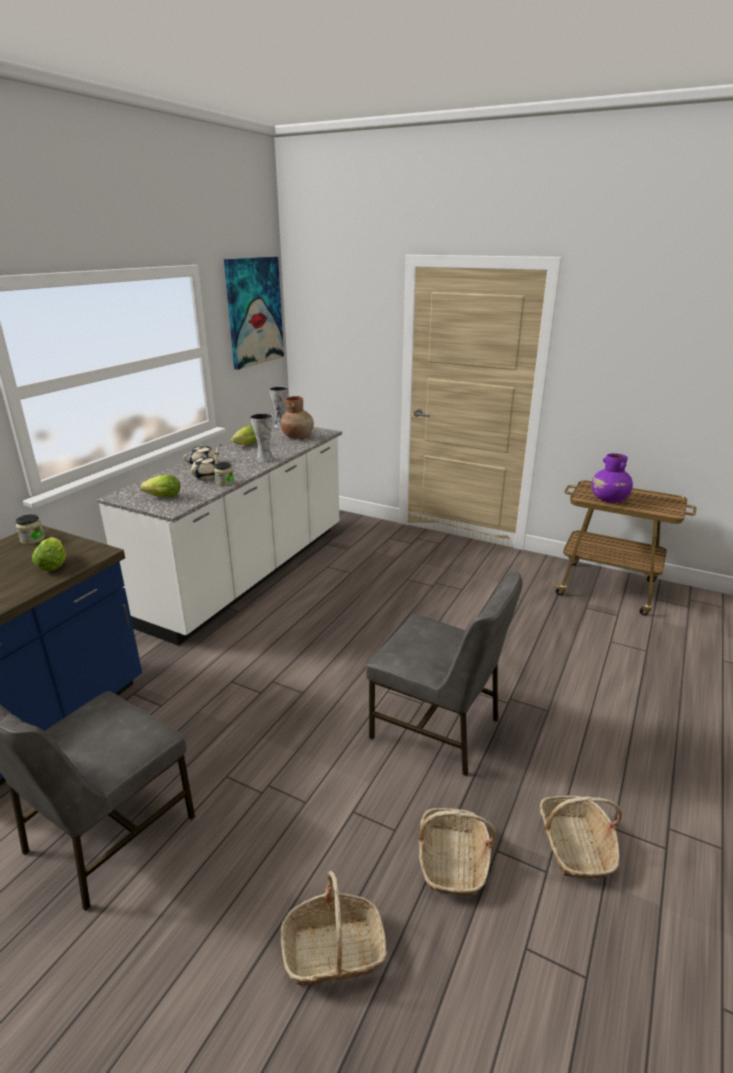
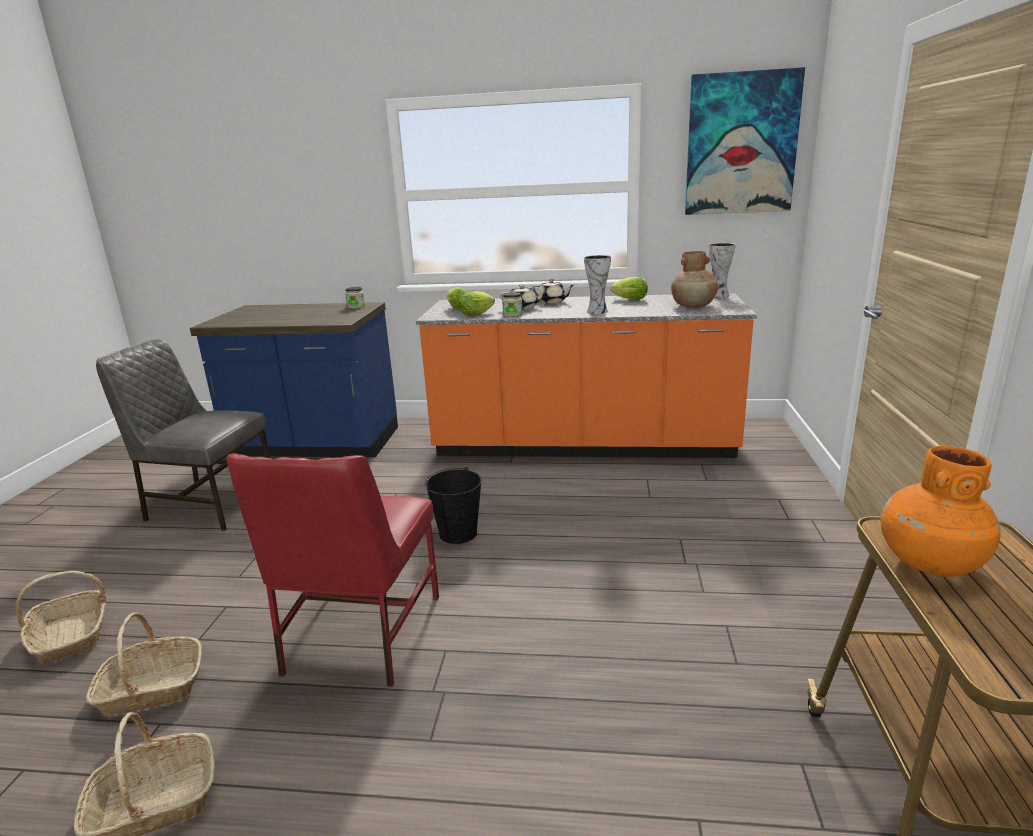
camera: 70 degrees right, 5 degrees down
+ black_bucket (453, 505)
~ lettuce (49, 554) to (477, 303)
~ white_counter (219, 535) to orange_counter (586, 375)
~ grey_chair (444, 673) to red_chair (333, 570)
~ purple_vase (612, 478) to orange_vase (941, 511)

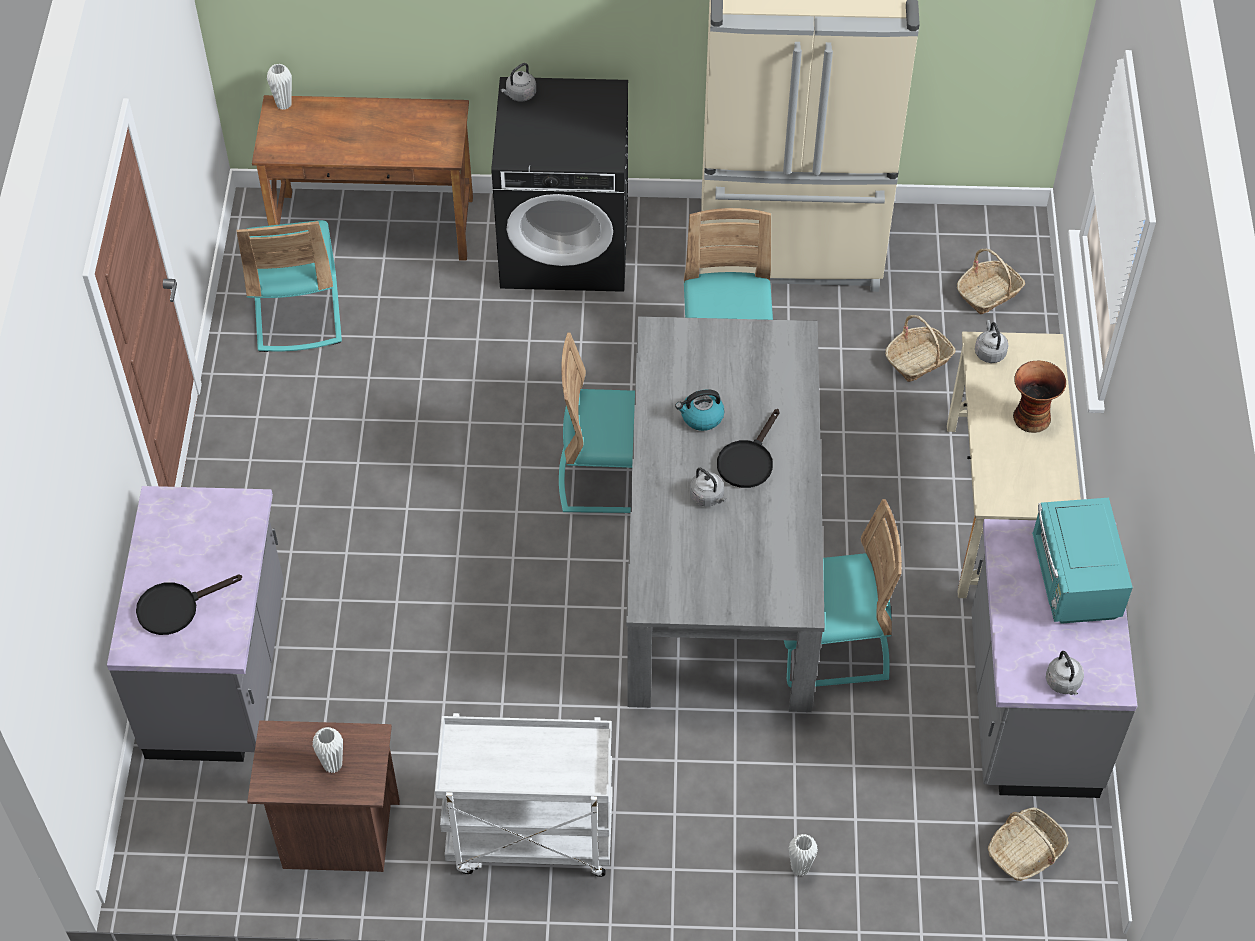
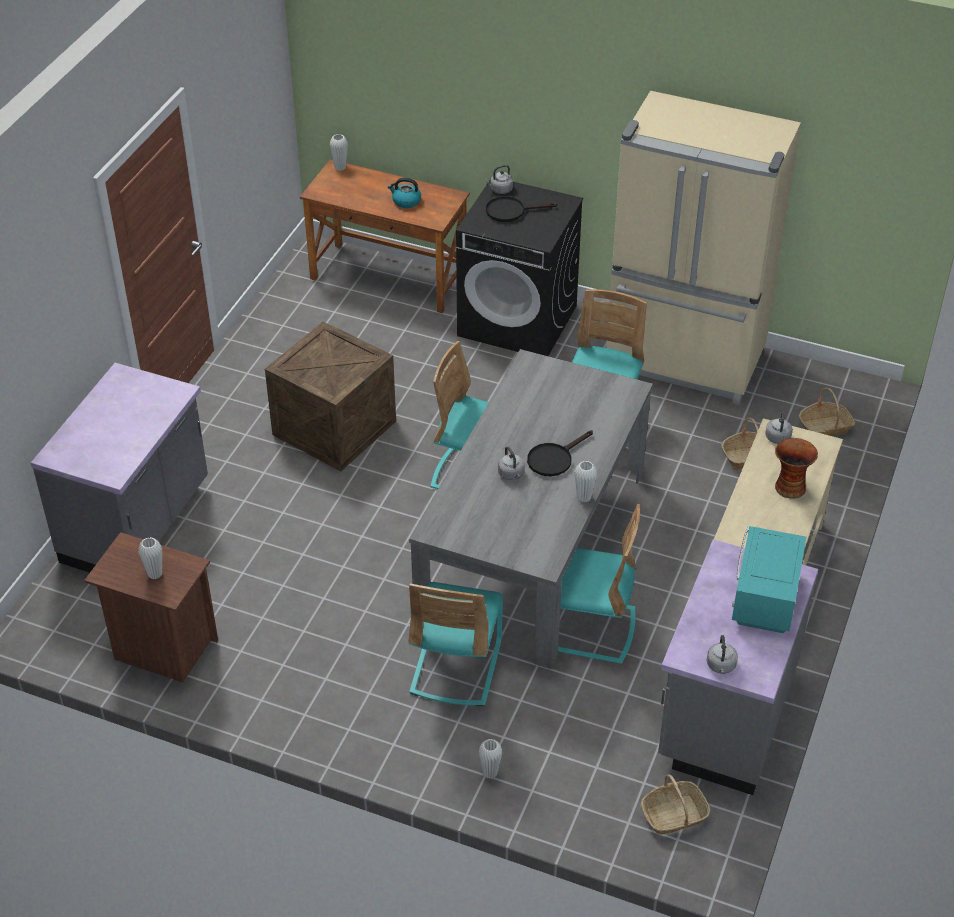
camera: 20 degrees right, 10 degrees down
- white_cart (524, 795)
+ crate (330, 396)
+ white_vase (585, 481)
~ black_frying_pan (189, 604) to (521, 209)
~ turquoise_chair (289, 286) to (455, 644)
~ kettle (699, 410) to (404, 193)

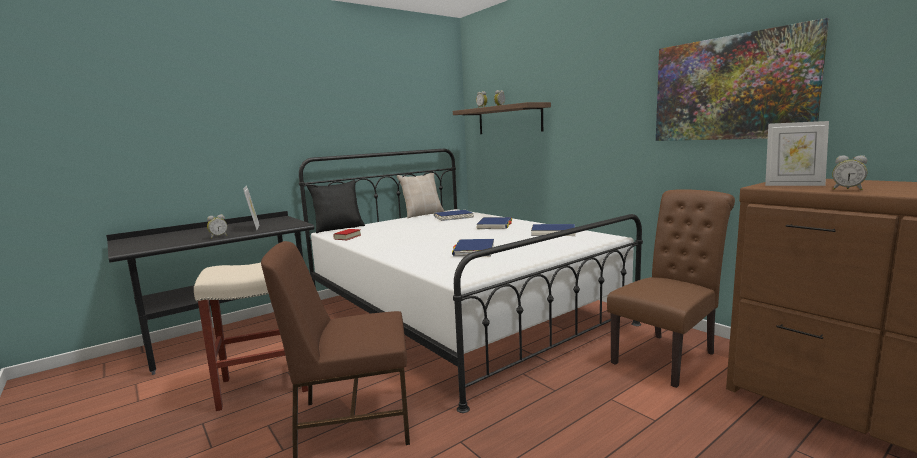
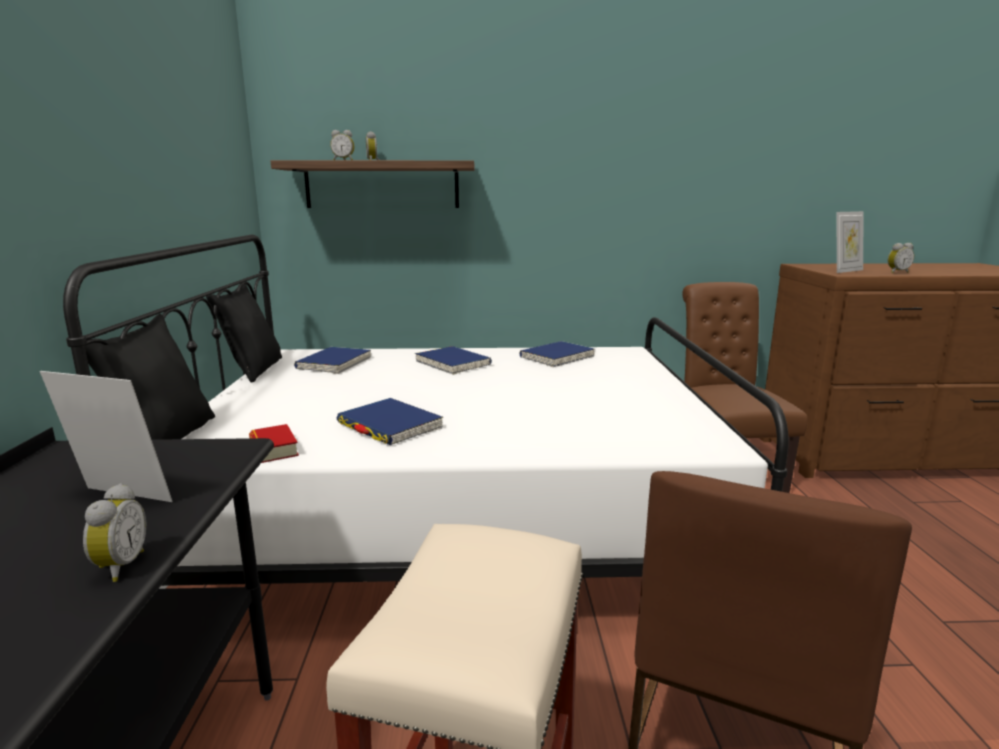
camera: 55 degrees left, 5 degrees up
- picture (742, 79)
~ blue_book (473, 248) to (390, 421)
~ beige_pillow (420, 195) to black_pillow (244, 333)

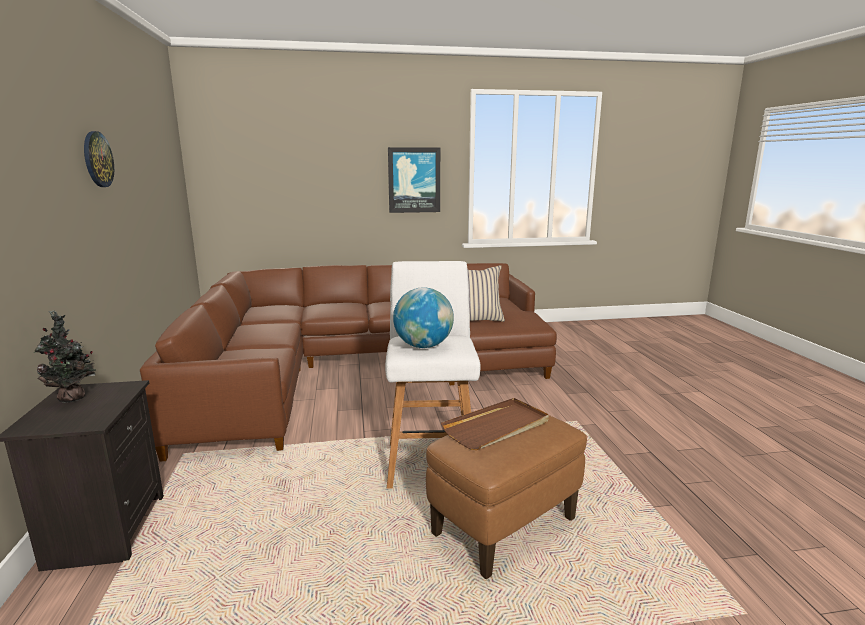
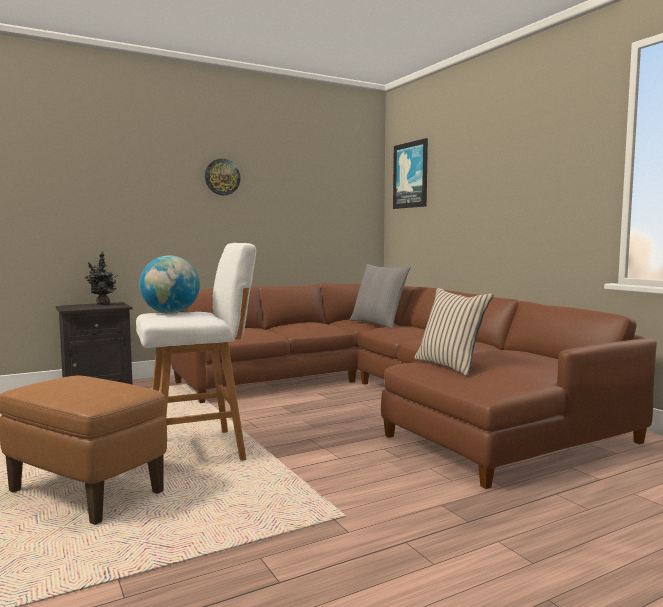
camera: 70 degrees right, 10 degrees down
- brown_tray (495, 424)
+ grey_pillow (380, 296)
~ picture (414, 180) to (410, 173)

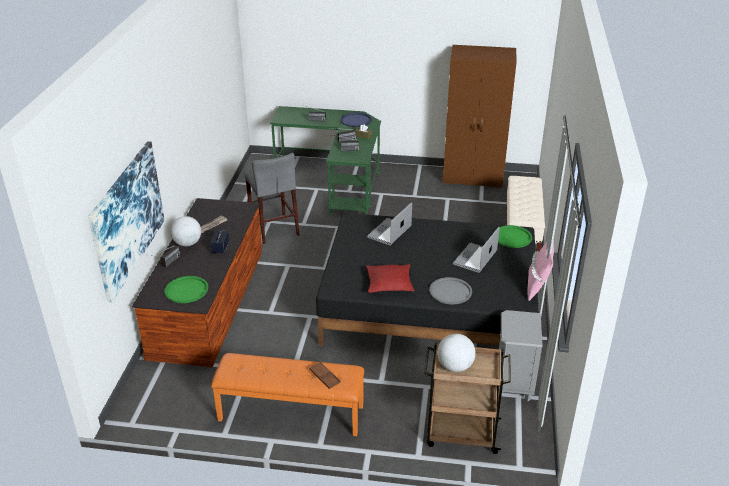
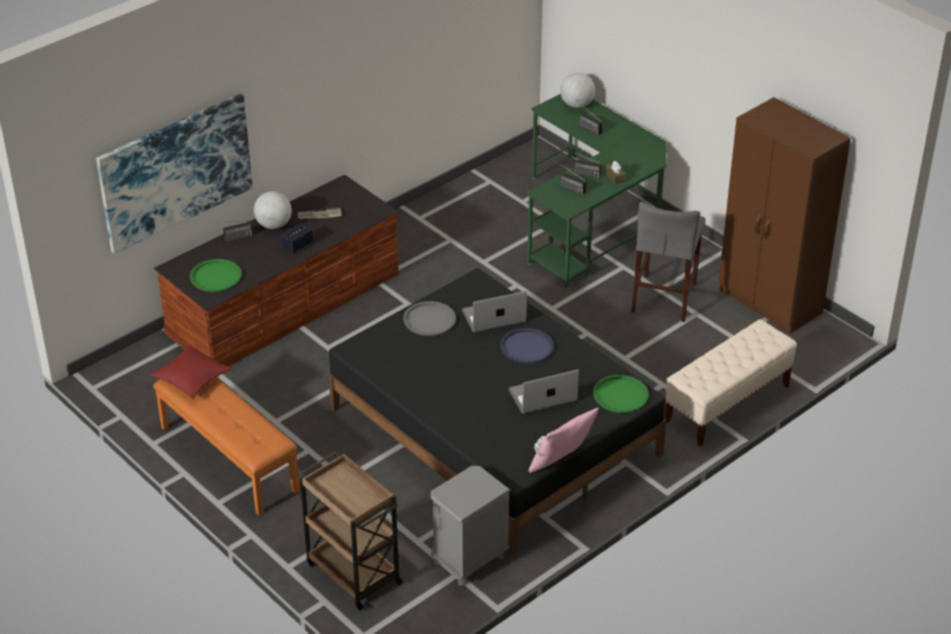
camera: 40 degrees right, 5 degrees up
- brown_tray (325, 375)
~ grey_stool (271, 198) to (668, 262)
~ blue_tray (356, 119) to (527, 346)
~ red_pillow (390, 278) to (191, 372)
~ grey_tray (450, 290) to (429, 318)
~ globe (456, 353) to (577, 90)

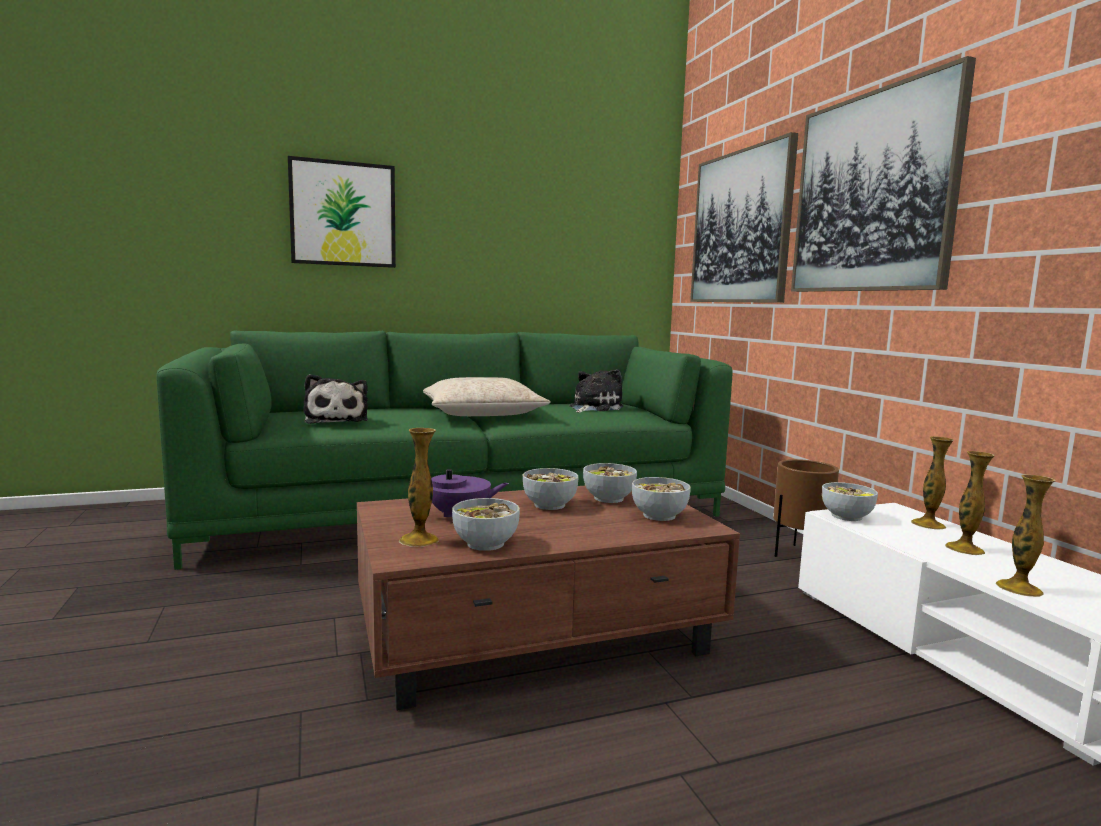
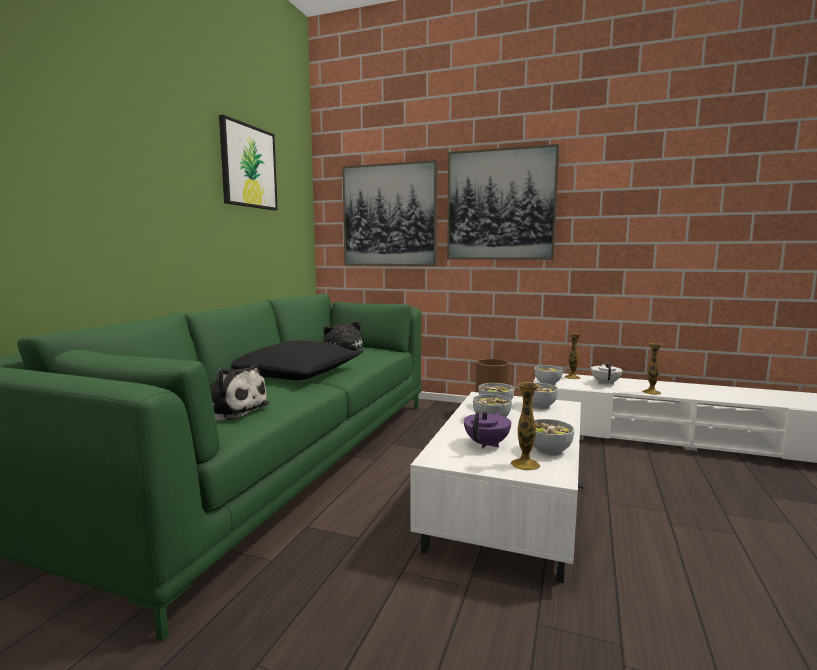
camera: 50 degrees left, 0 degrees up
~ picture (342, 212) to (248, 162)
~ vase (970, 503) to white_teapot (606, 374)
~ brown_coffee_table (548, 598) to white_coffee_table (497, 487)
~ beige_pillow (487, 396) to black_pillow (295, 360)

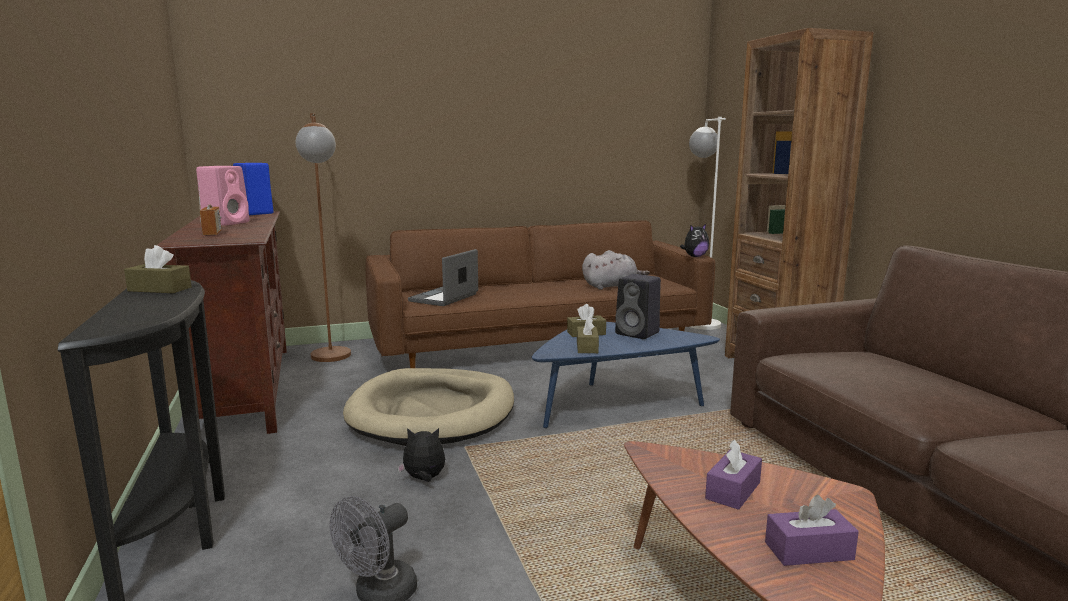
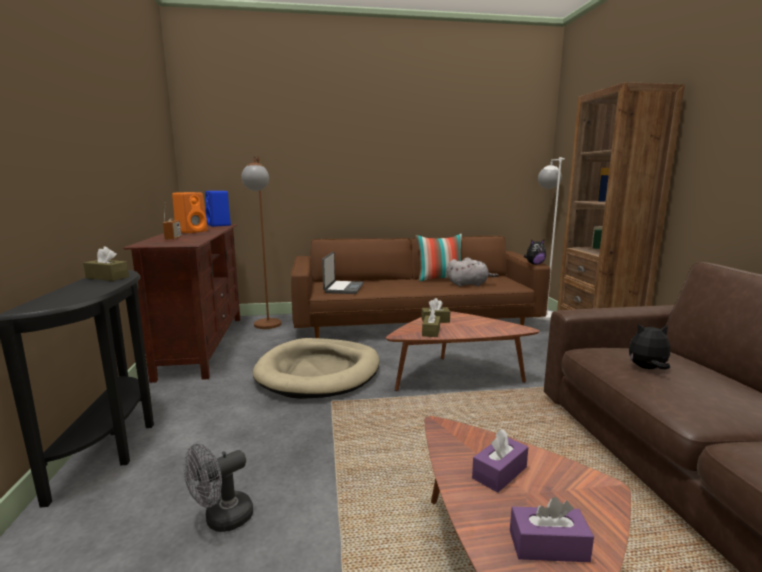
camera: 10 degrees right, 0 degrees up
- black_speaker (638, 306)
+ pillow (438, 258)
~ plush_toy (421, 455) to (649, 346)
~ pink_speaker (222, 196) to orange_speaker (190, 212)
~ blue_coffee_table (626, 375) to brown_coffee_table (463, 351)
~ laptop (443, 277) = (343, 273) 150 degrees clockwise

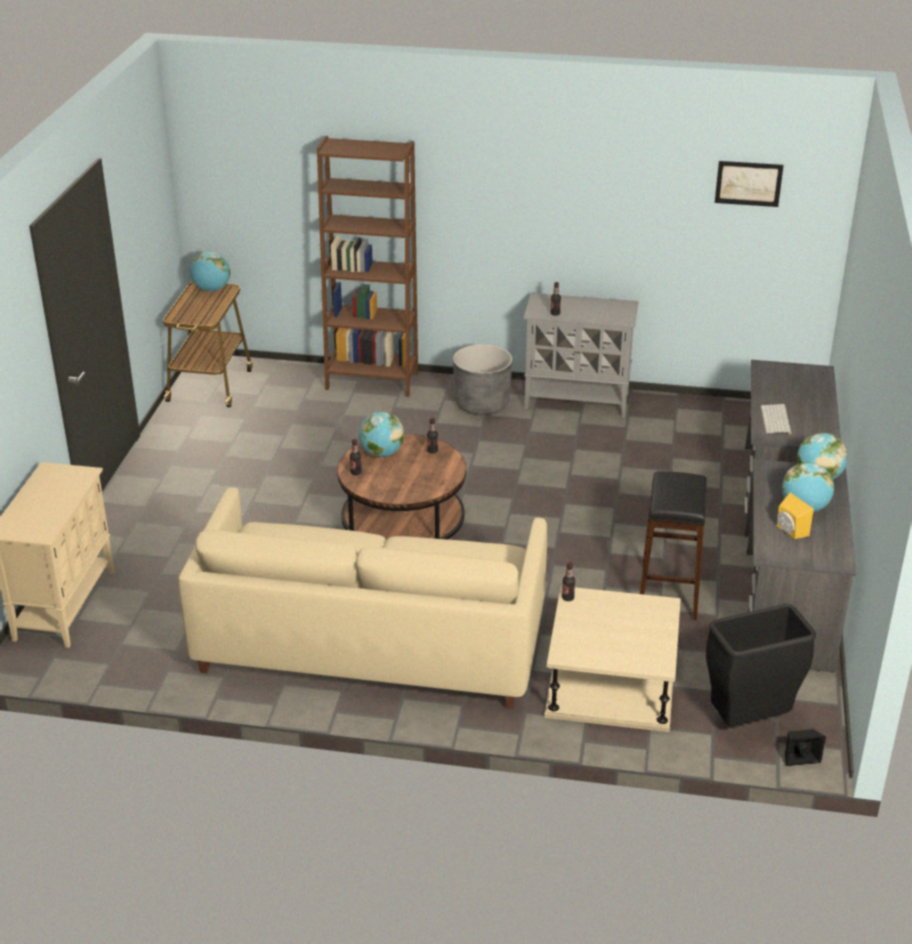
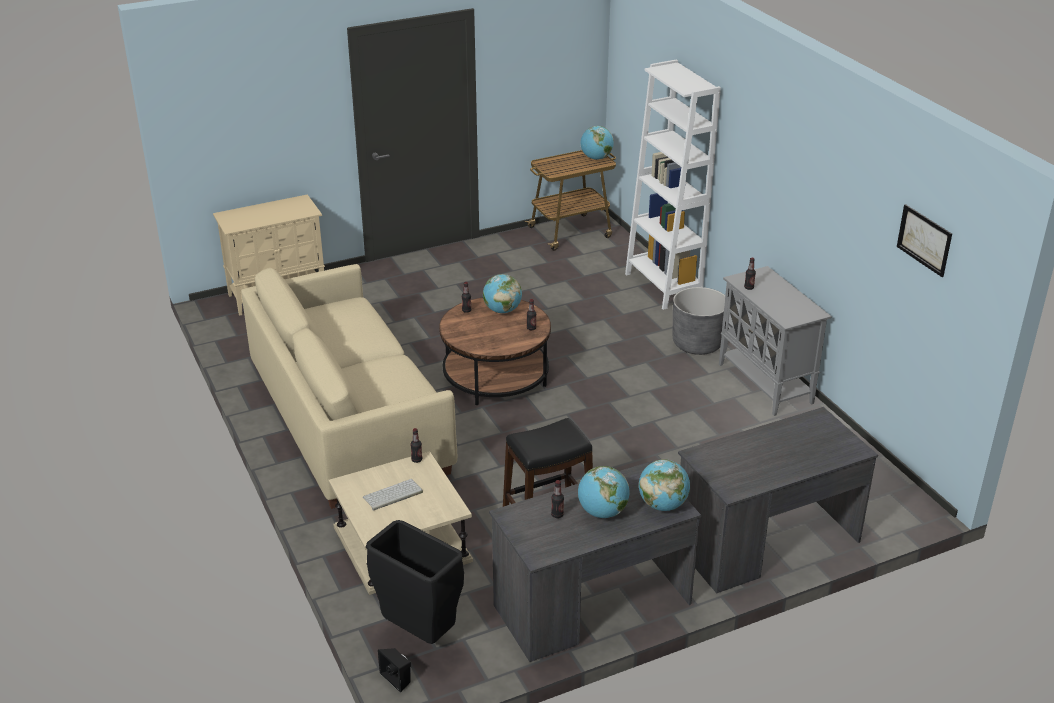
camera: 55 degrees right, 0 degrees up
~ keyboard (776, 419) to (393, 495)
~ yellow_speaker (795, 516) to bottle (557, 499)
~ brown_bookcase (367, 266) to white_bookcase (673, 184)

